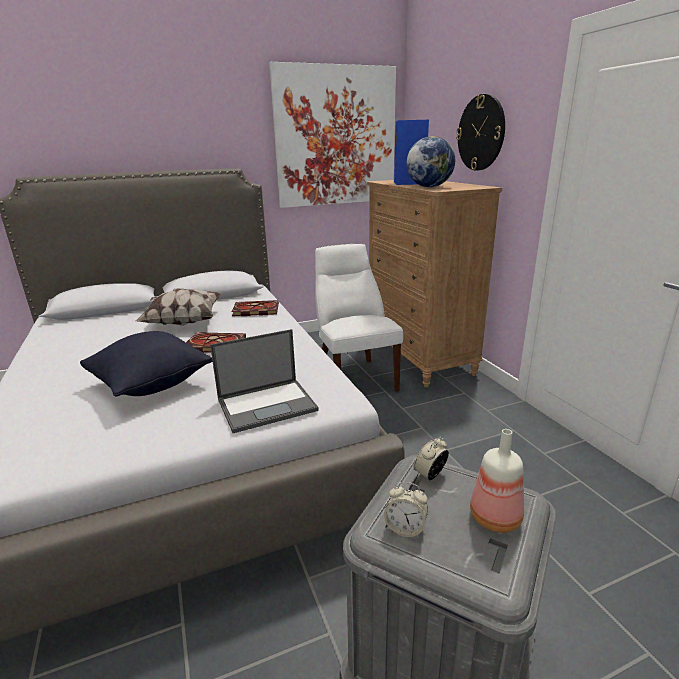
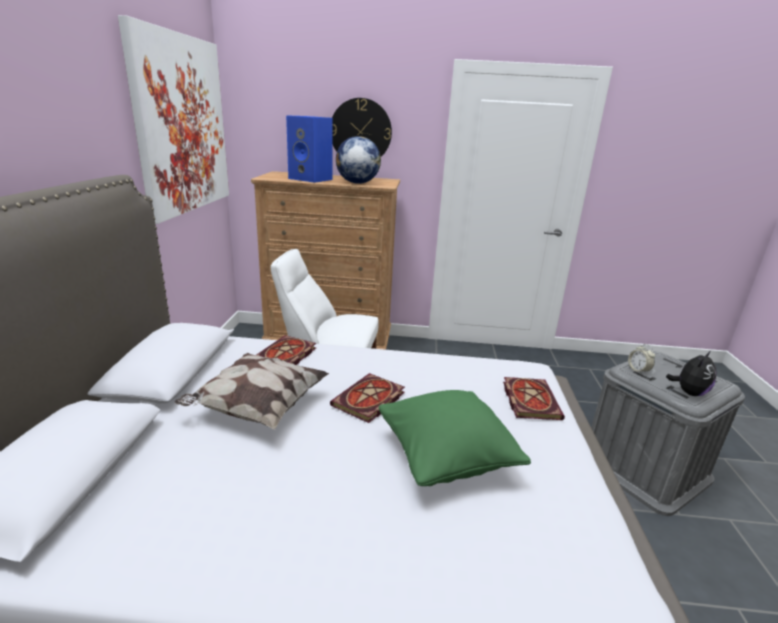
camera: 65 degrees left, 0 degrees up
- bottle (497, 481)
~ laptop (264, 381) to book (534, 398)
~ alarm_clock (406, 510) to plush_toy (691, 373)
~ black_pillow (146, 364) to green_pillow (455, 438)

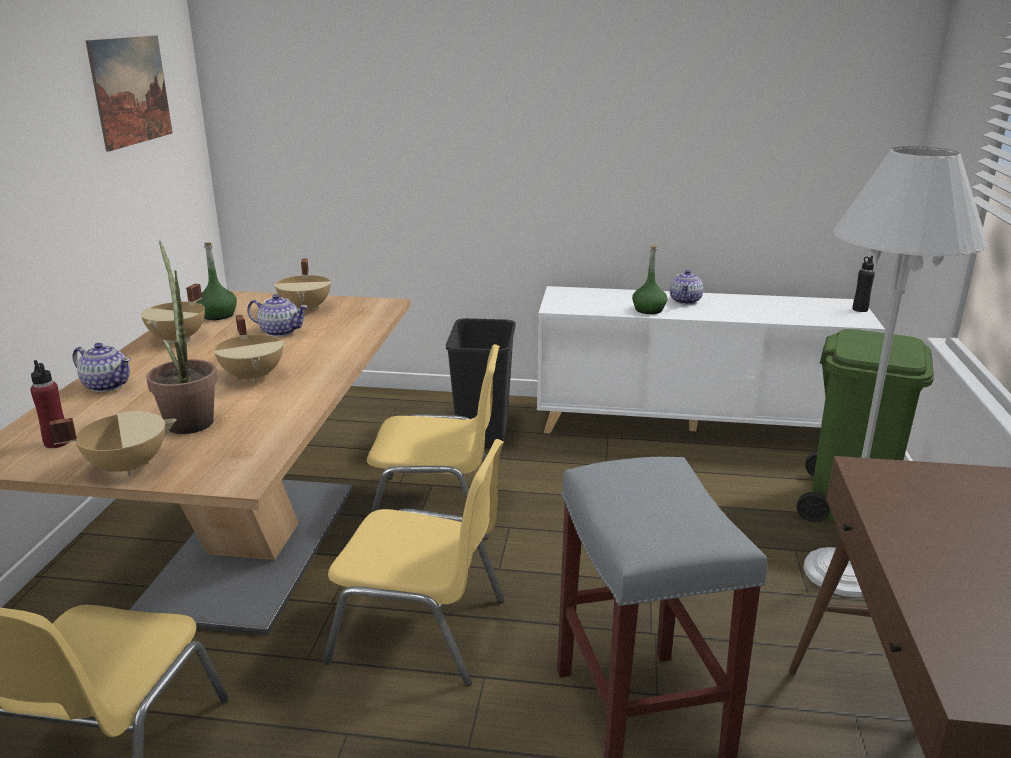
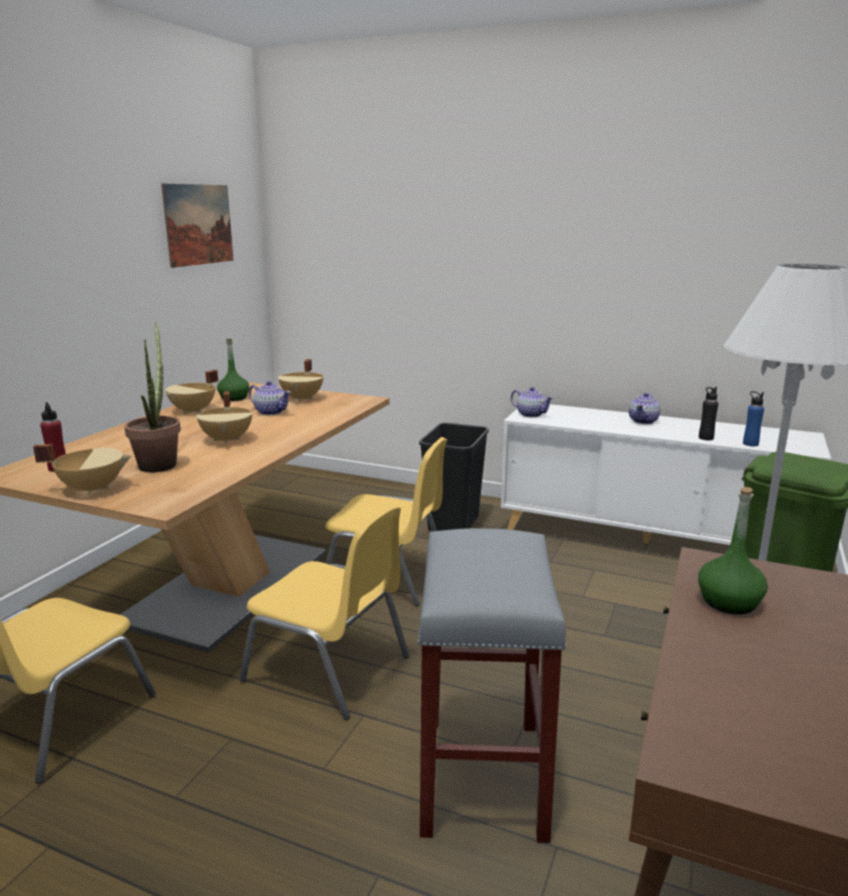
camera: 15 degrees right, 5 degrees down
+ blue_bottle (753, 418)
~ teapot (101, 367) to (532, 402)
~ green_bottle (649, 279) to (733, 551)
~ black_bottle (863, 284) to (708, 413)

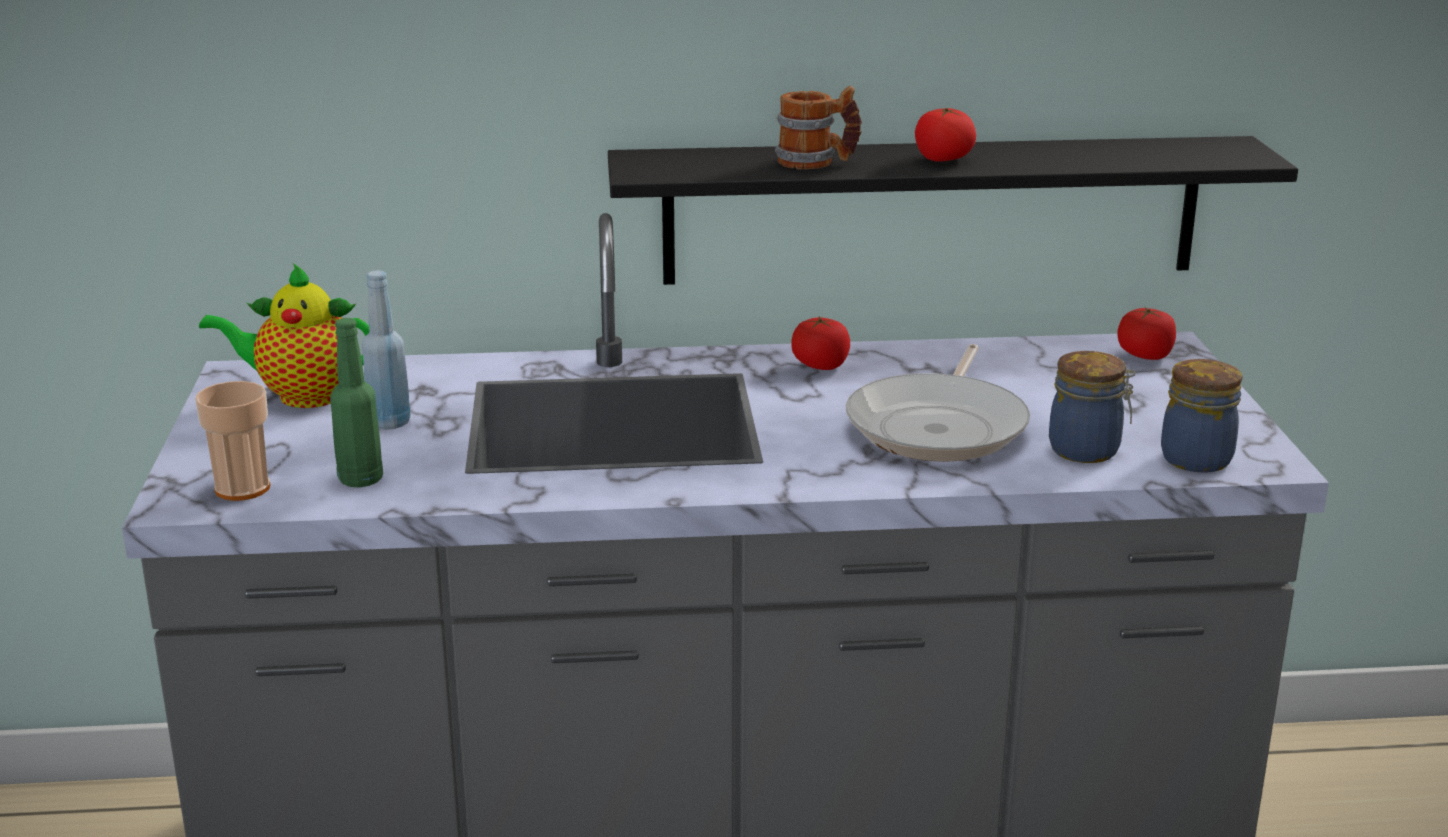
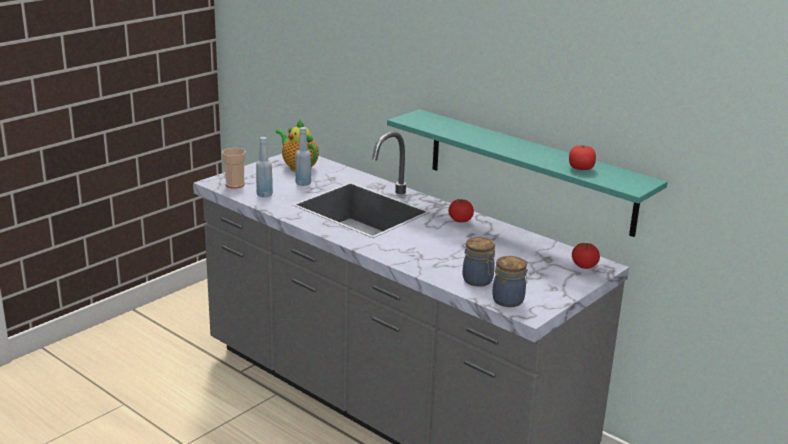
camera: 45 degrees right, 0 degrees up
- mug (818, 128)
- frying_pan (938, 402)
~ tomato (945, 135) to (582, 157)
~ green_bottle (356, 402) to blue_bottle (264, 167)
~ black_shelf (953, 210) to turquoise_shelf (527, 173)

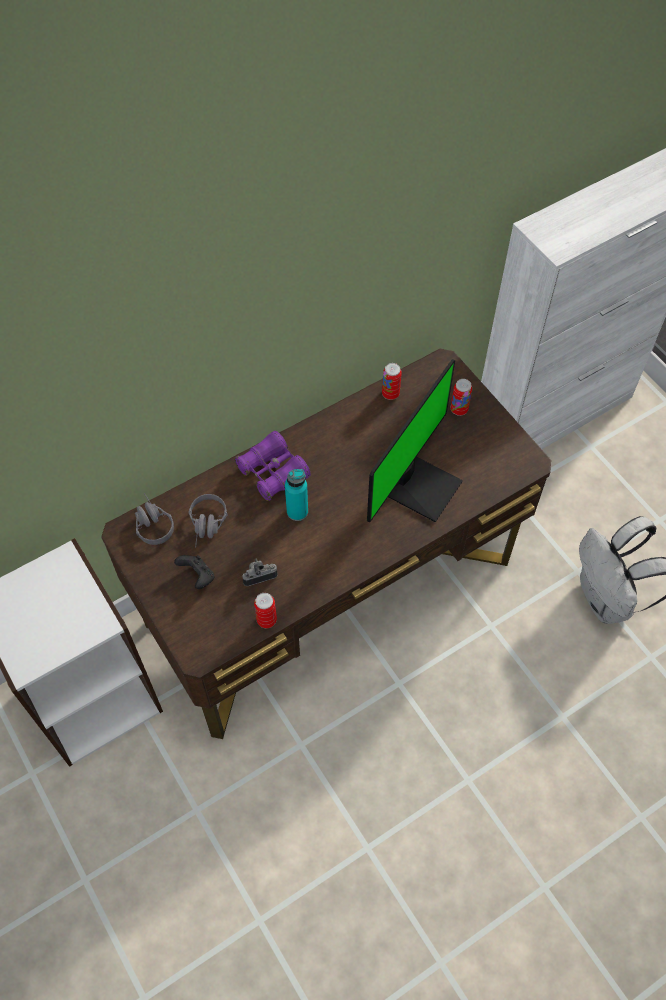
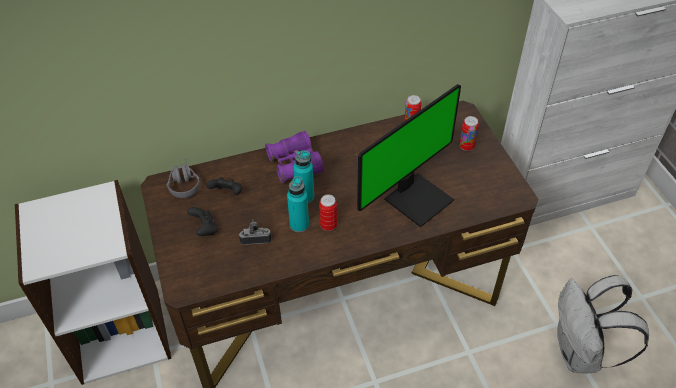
camera: 15 degrees right, 10 degrees down
+ turquoise_bottle (298, 204)
~ can (265, 610) to (328, 213)
~ grey_headphones (207, 520) to black_game_controller (224, 186)

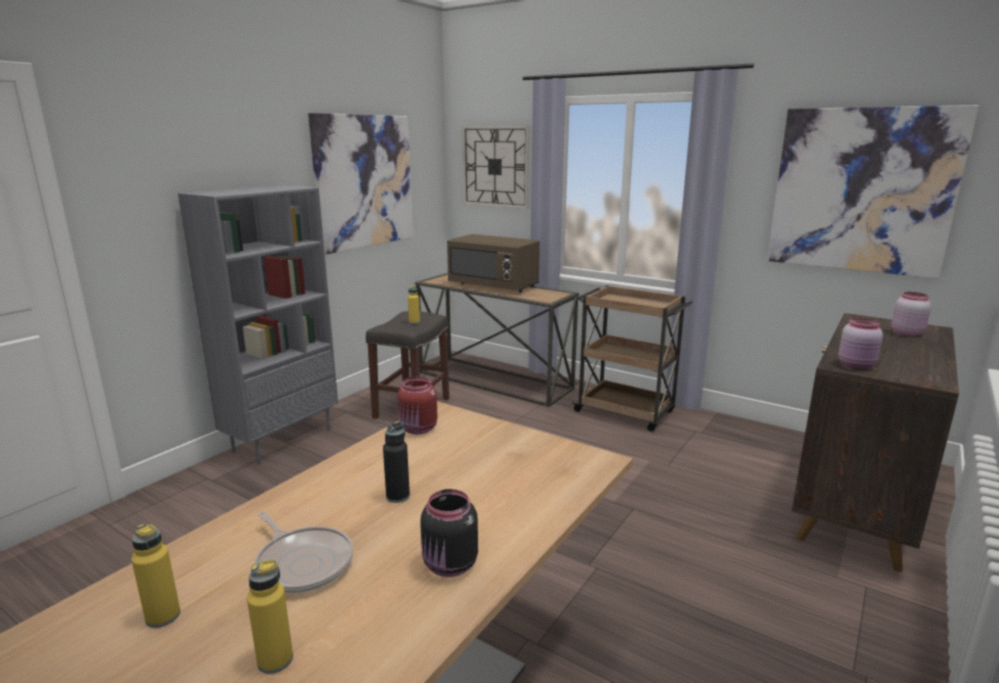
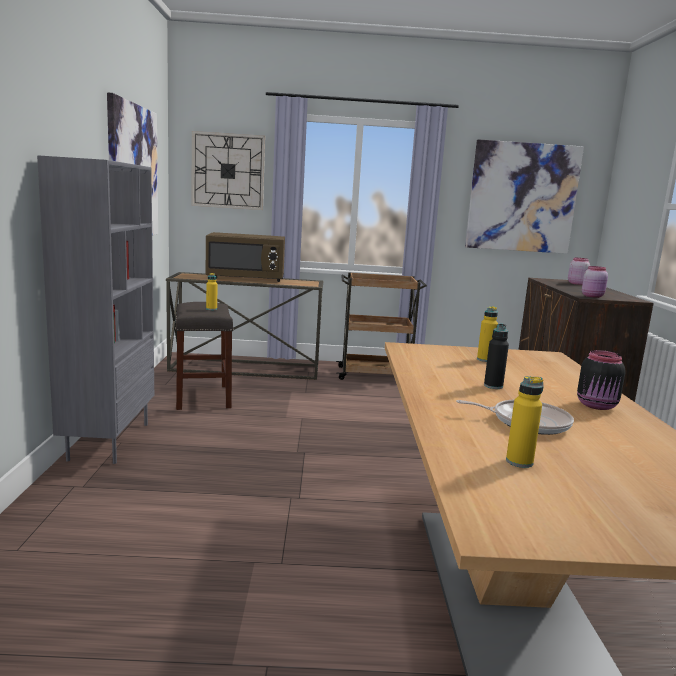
camera: 35 degrees left, 5 degrees down
- red_jar (417, 405)
~ yellow_bottle (270, 616) to (487, 334)

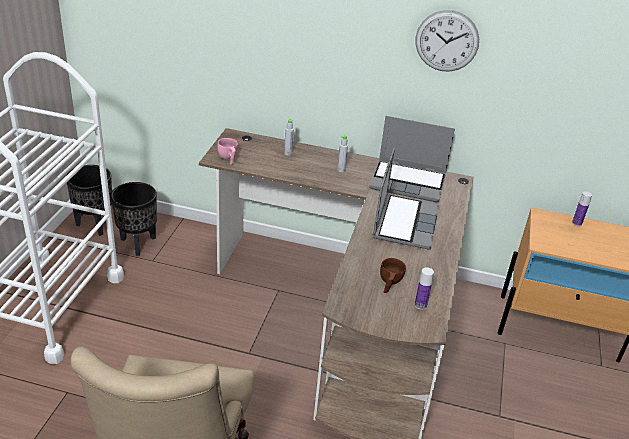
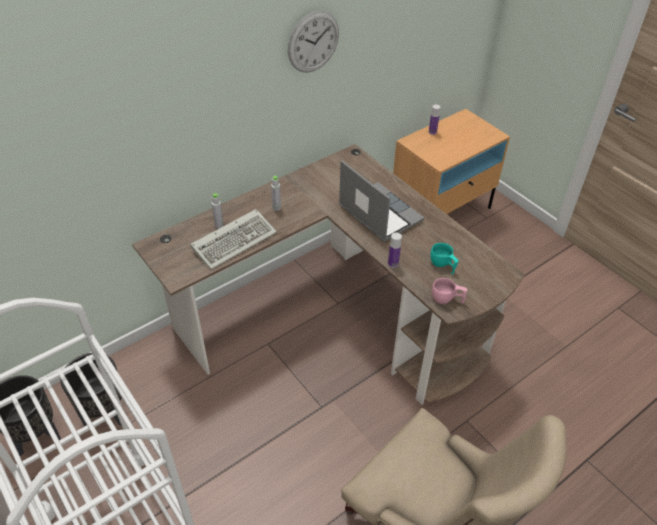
camera: 50 degrees left, 10 degrees up
- laptop (412, 159)
+ keyboard (234, 239)
~ pink_cup (227, 151) to (450, 291)
~ bottle (424, 288) to (395, 250)
~ brown_cup (393, 275) to turquoise_cup (444, 258)

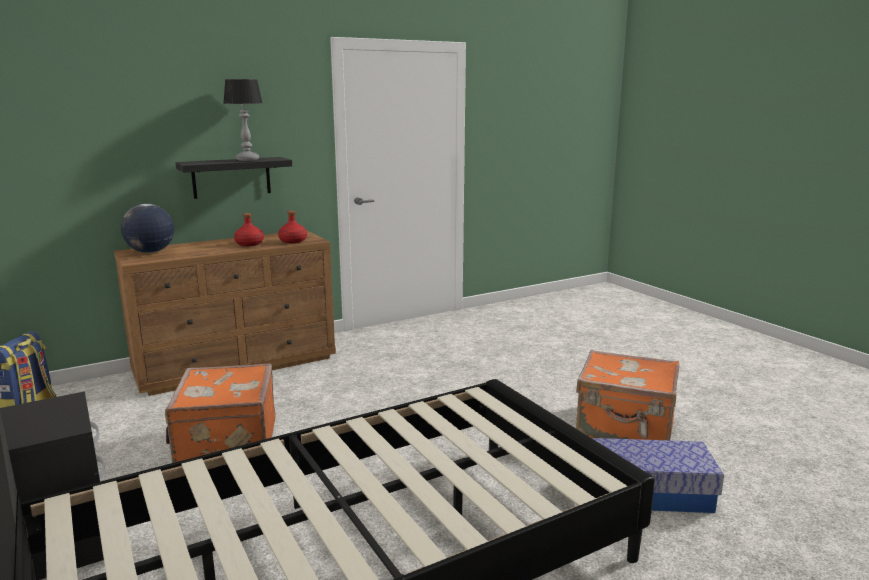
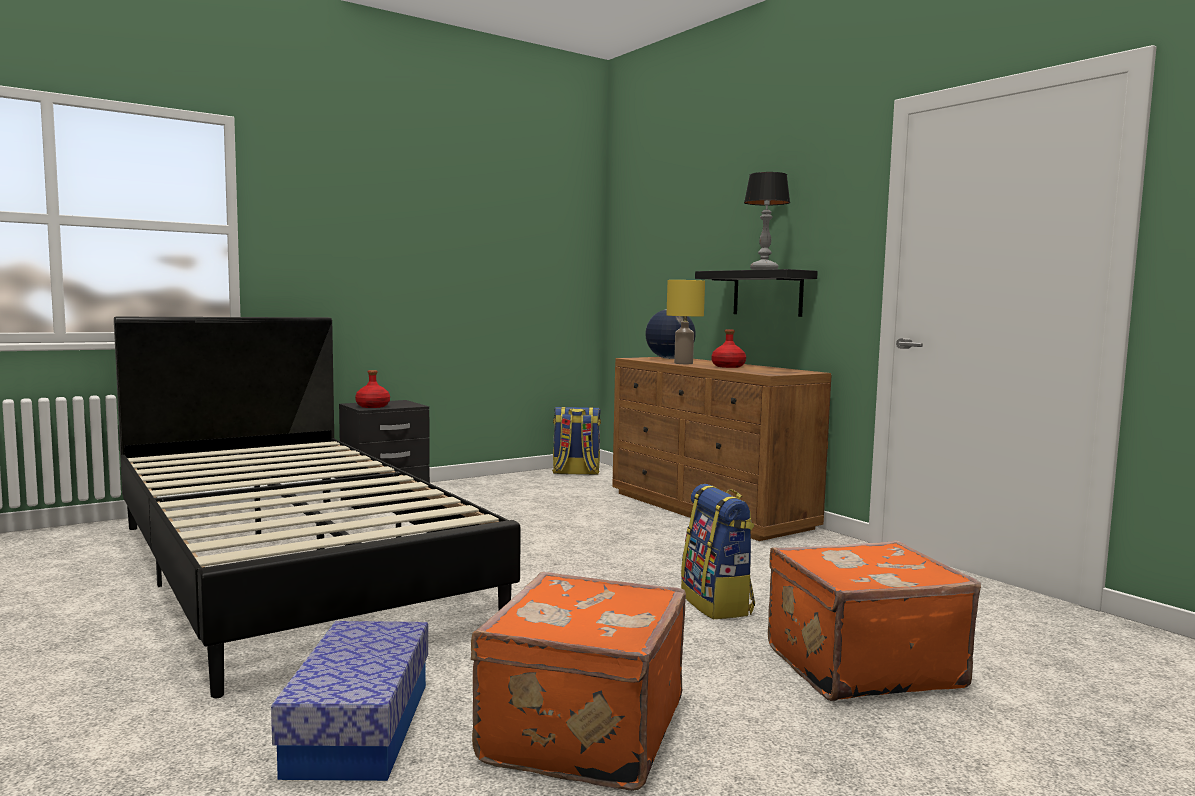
camera: 85 degrees right, 10 degrees down
+ yellow_table_lamp (685, 322)
+ backpack (718, 551)
~ orange_suitcase (220, 413) to (874, 620)
~ red_bottle (292, 227) to (372, 389)

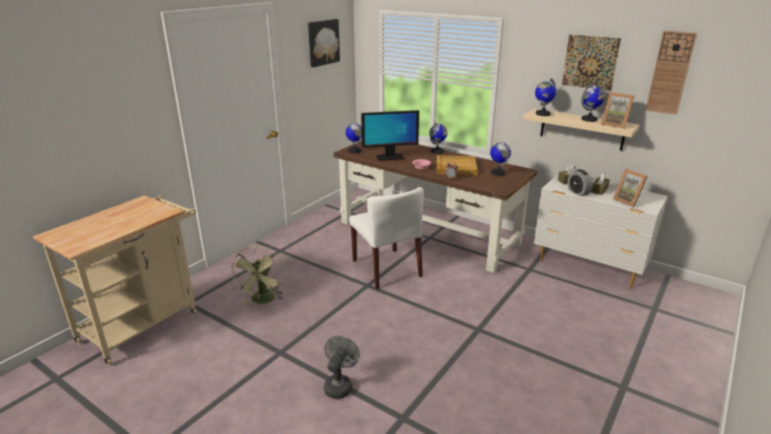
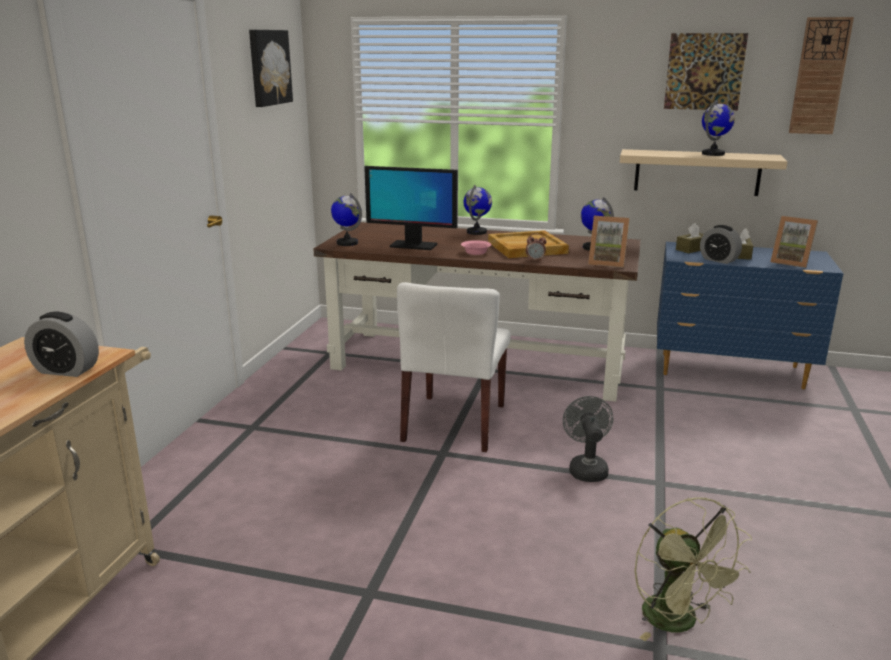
camera: 20 degrees left, 5 degrees down
- globe (546, 97)
+ alarm_clock (61, 344)
~ green_fan (258, 275) to (693, 569)
~ grey_fan (342, 367) to (588, 439)
~ picture_frame (617, 110) to (609, 242)
~ white_dresser (601, 230) to blue_dresser (750, 315)
~ white_chair (386, 238) = (454, 367) 60 degrees clockwise
~ monitor (390, 135) = (411, 208) 45 degrees clockwise

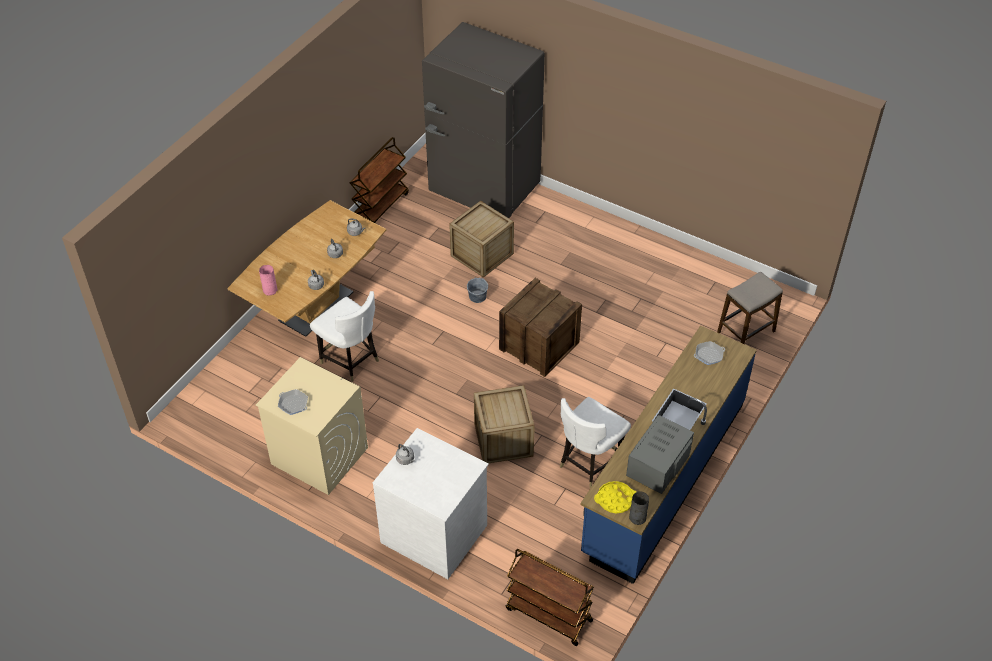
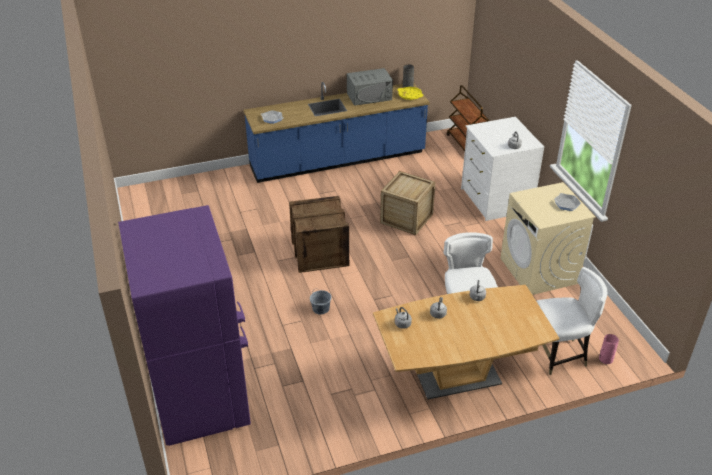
camera: 140 degrees left, 10 degrees down
- brown_cart (379, 180)
- crate (481, 239)
- stool (750, 308)
~ pink_vase (268, 280) to (609, 349)
~ white_chair (595, 442) to (571, 321)
~ grey_fridge (483, 120) to purple_fridge (184, 325)

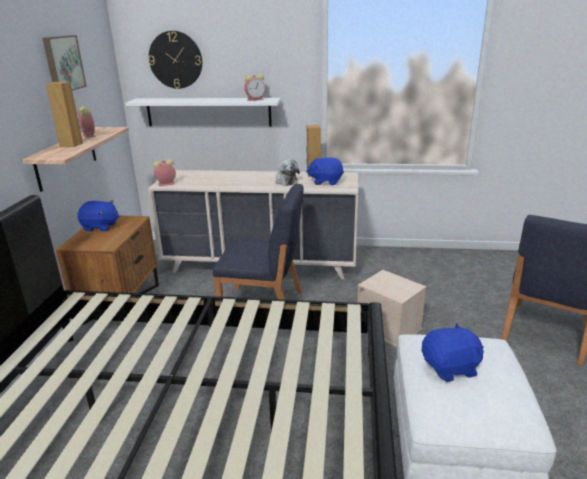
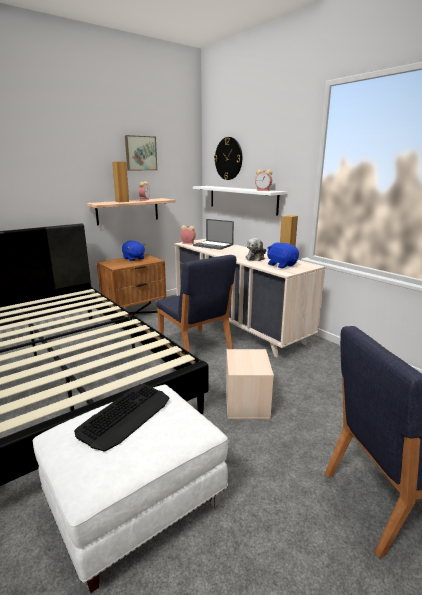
camera: 45 degrees right, 5 degrees down
+ laptop (213, 234)
~ blue_plush_toy (453, 352) to keyboard (121, 418)

